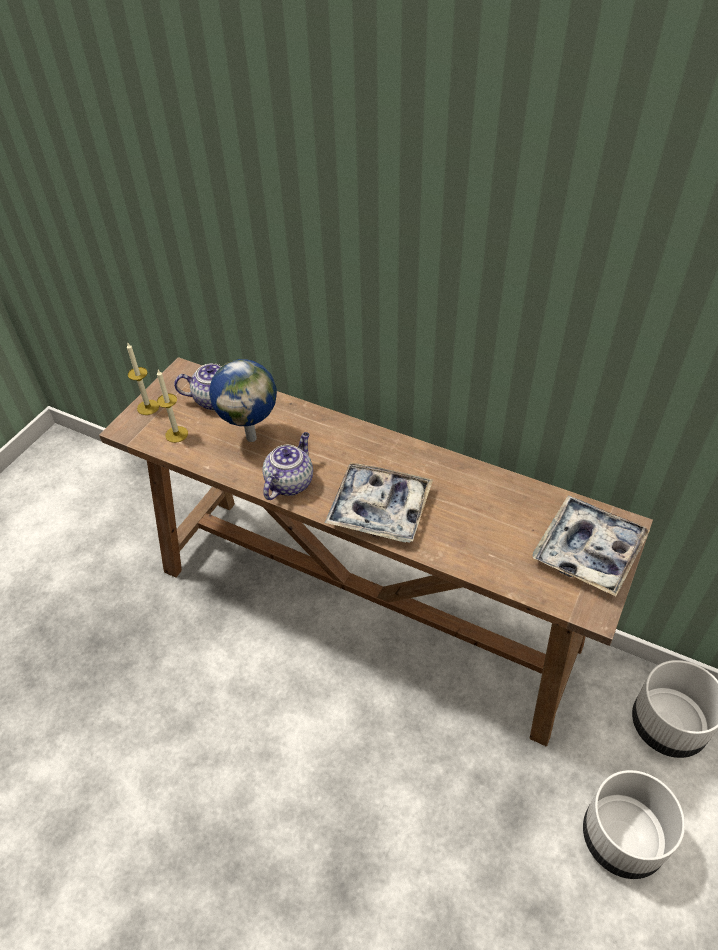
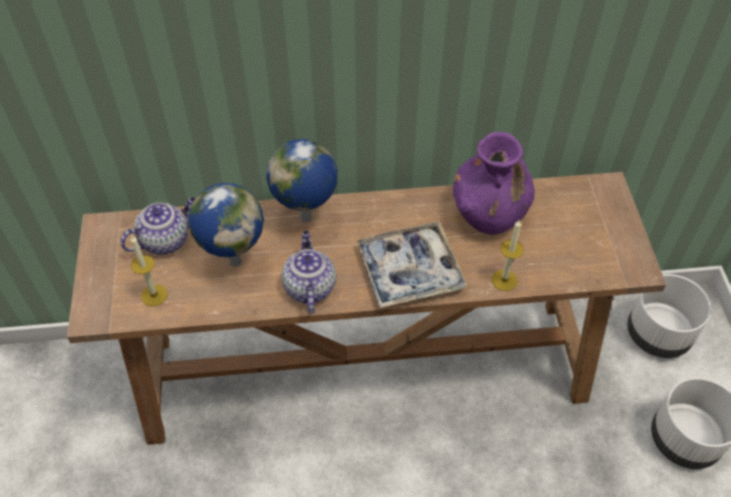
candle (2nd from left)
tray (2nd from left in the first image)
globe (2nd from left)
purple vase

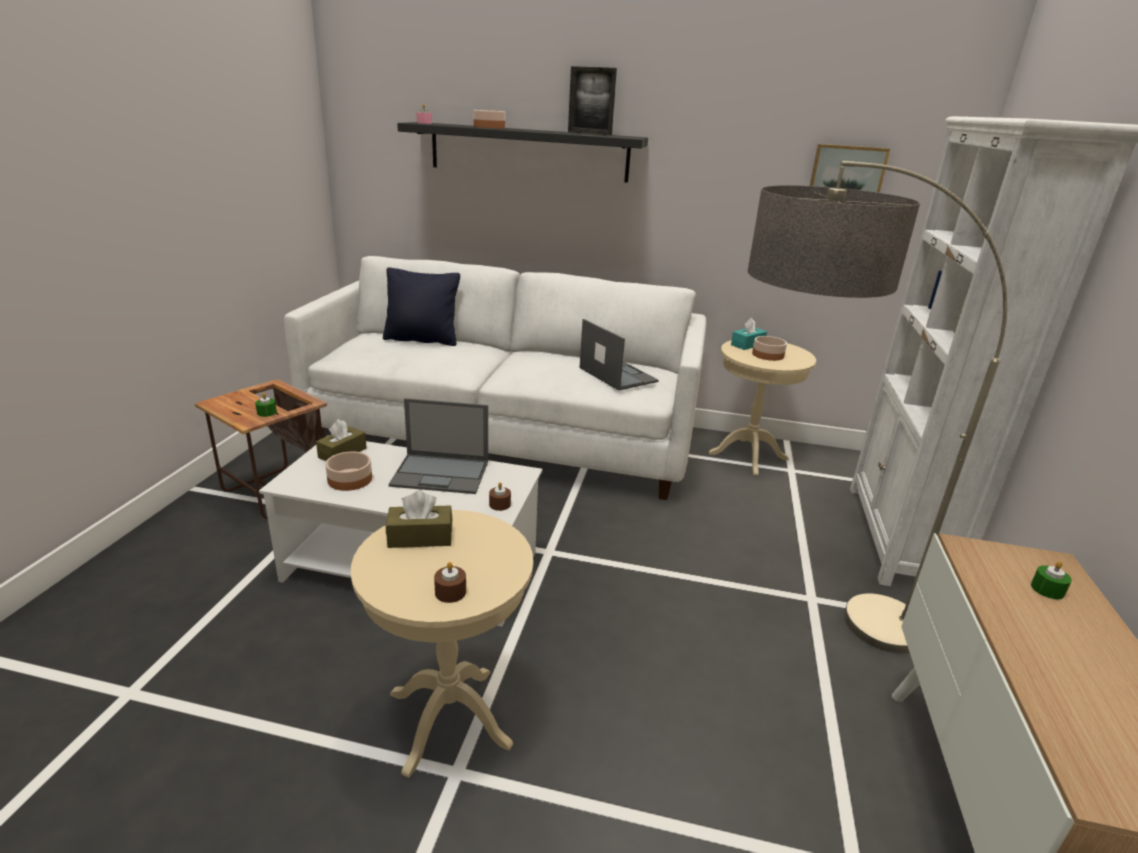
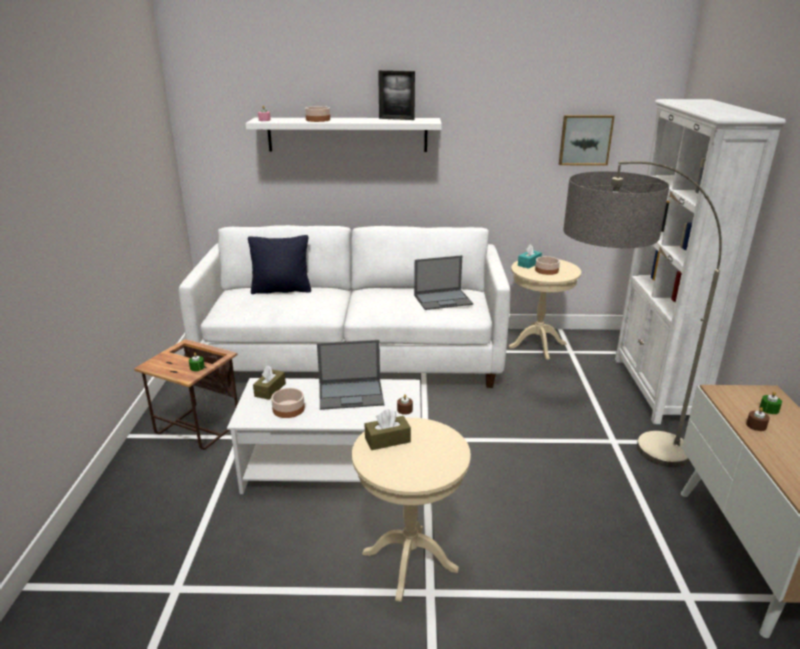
white shelf
brown candle (2nd from left)
laptop (2nd from left)

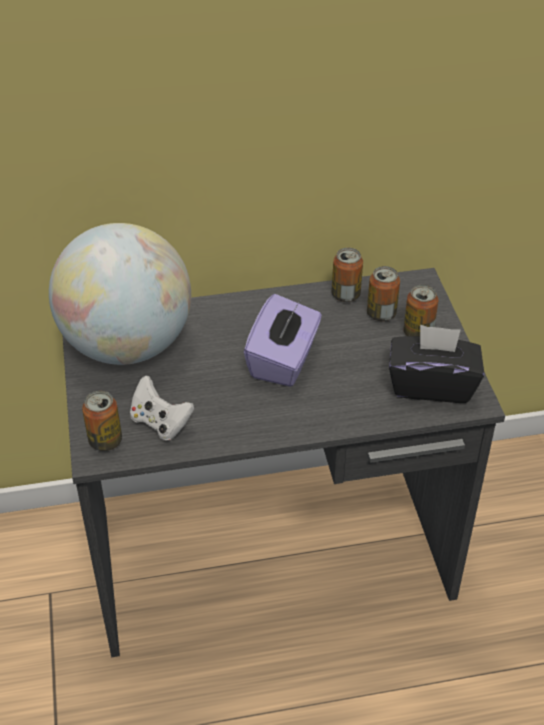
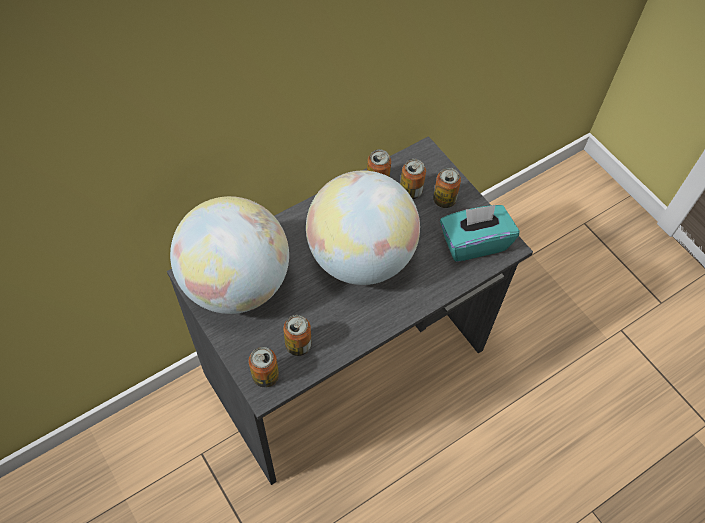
can (2nd from left)
globe (2nd from left)
turquoise tissue box

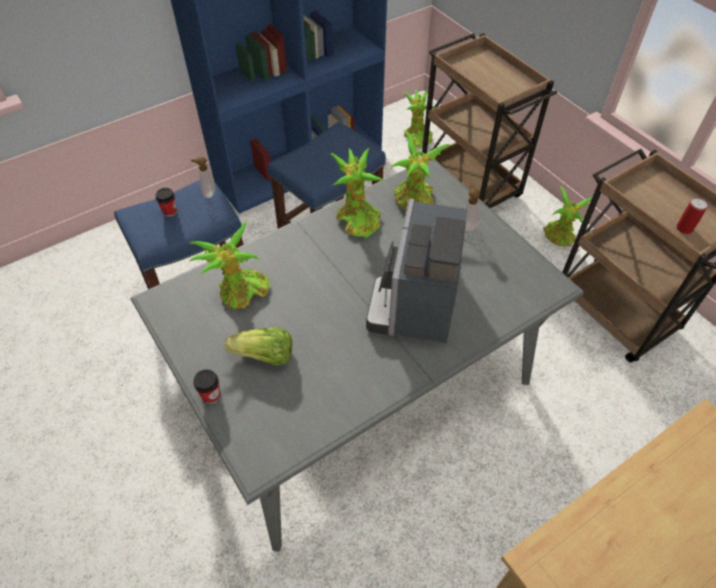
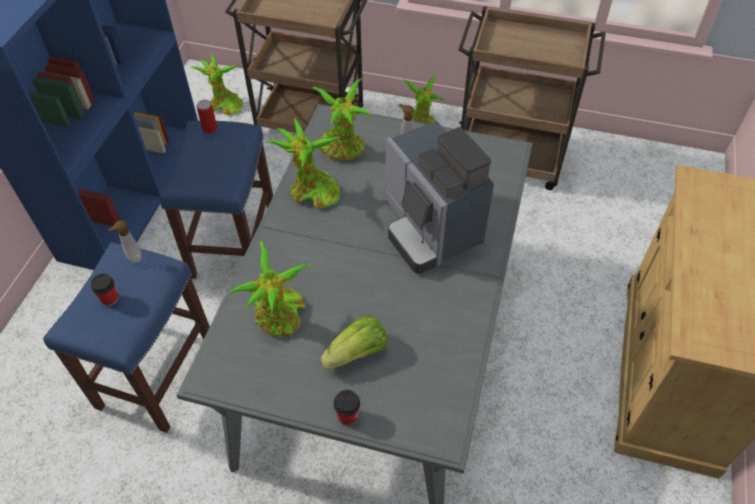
can

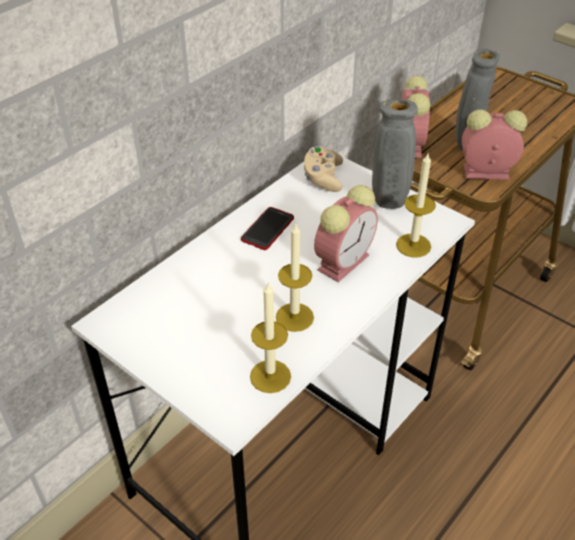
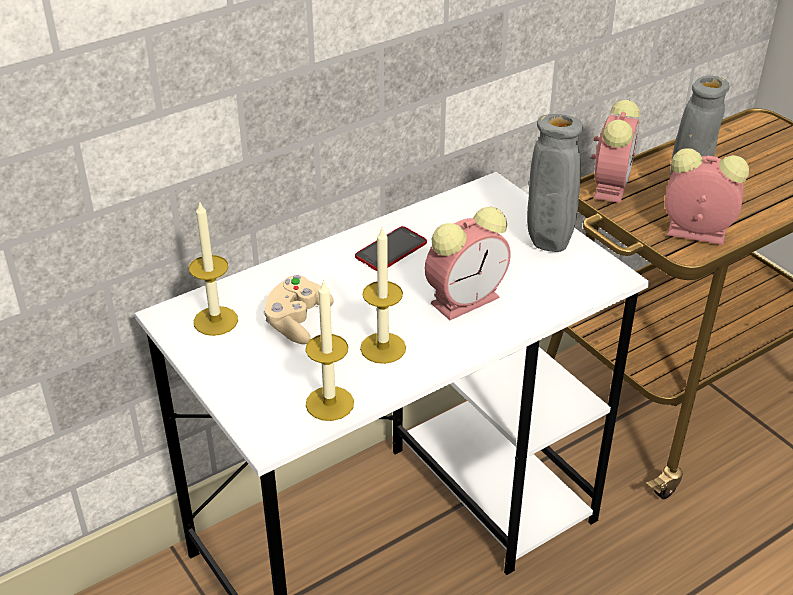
beige game controller
candle (1st from left)

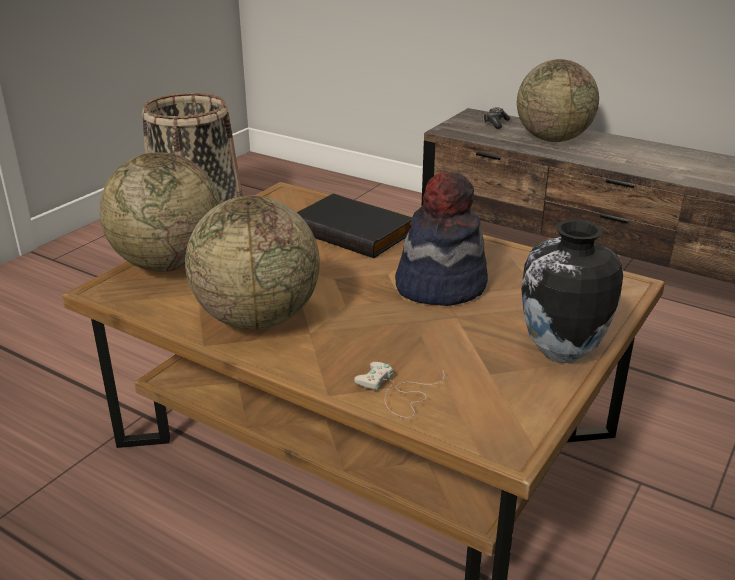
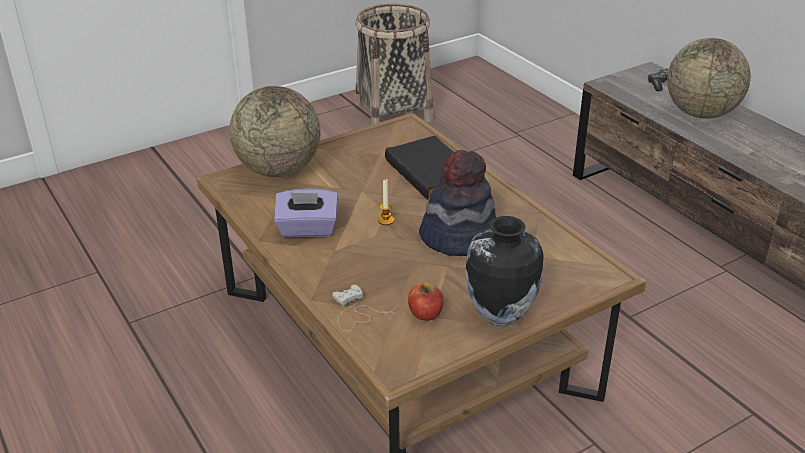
purple tissue box
candle
apple

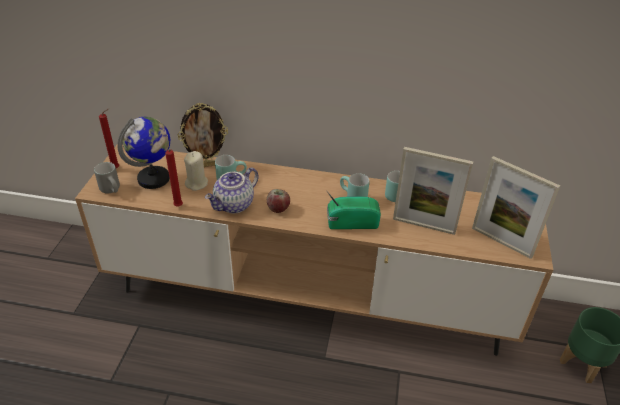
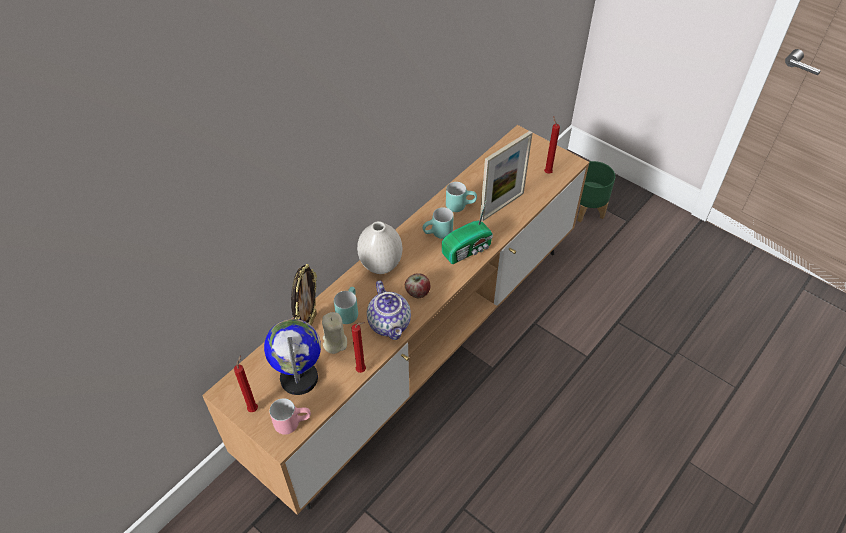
pink mug
radio
red candle (3rd from left)
white vase

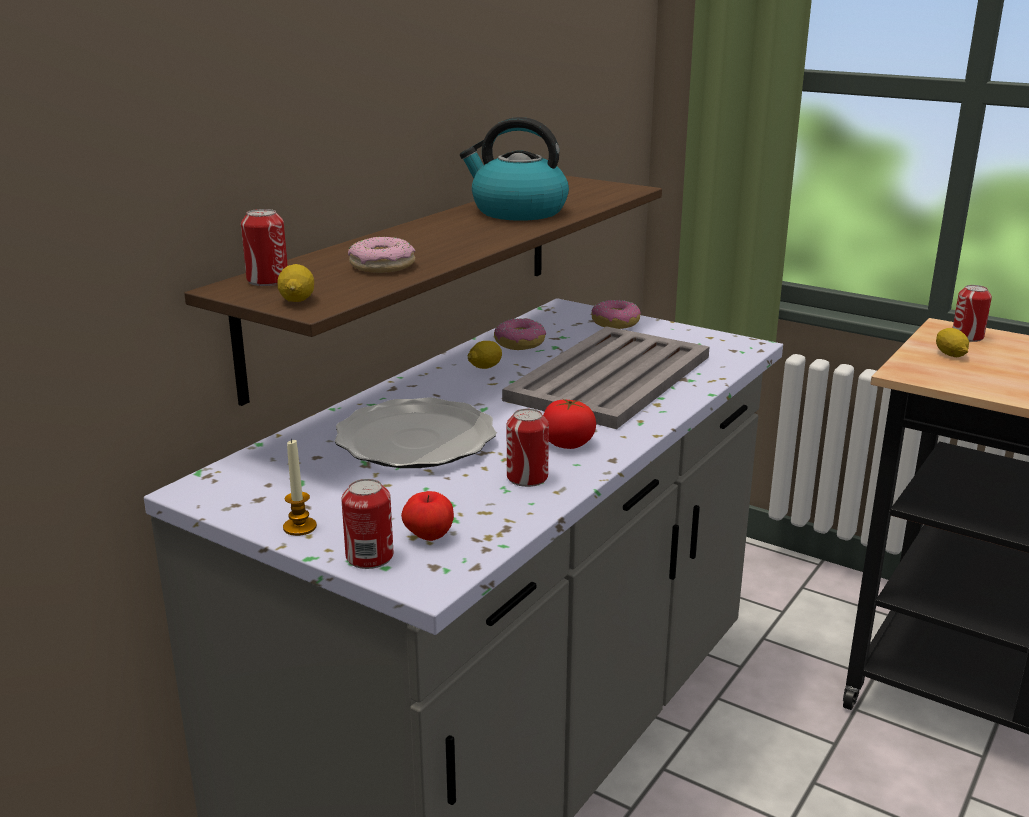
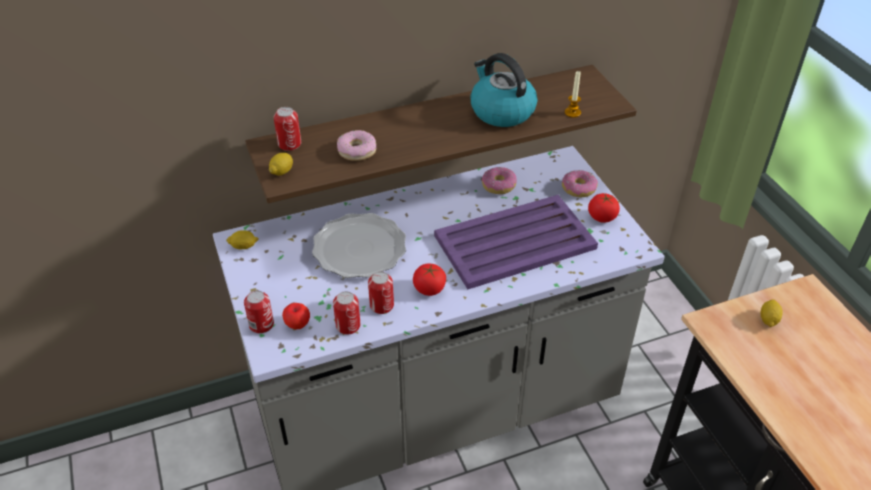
candle
lemon (1st from left)
purple tray
can (3rd from left)
tomato (2nd from left)

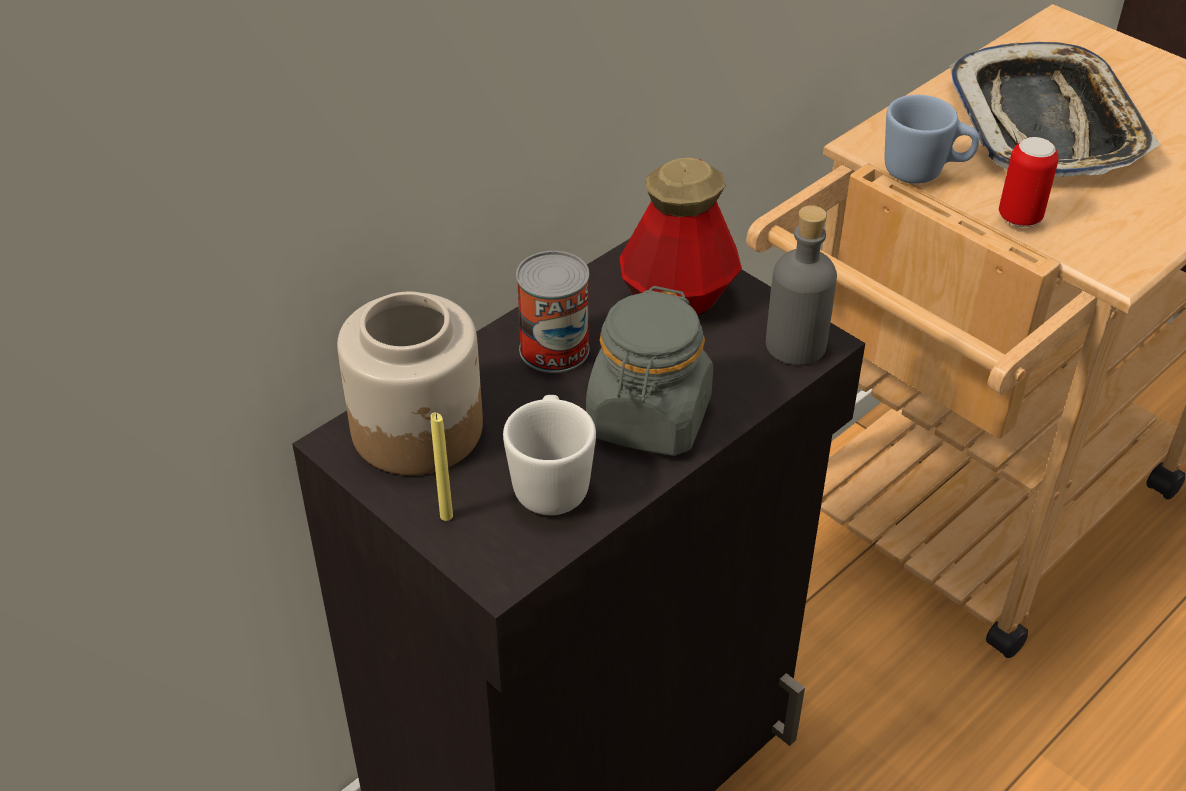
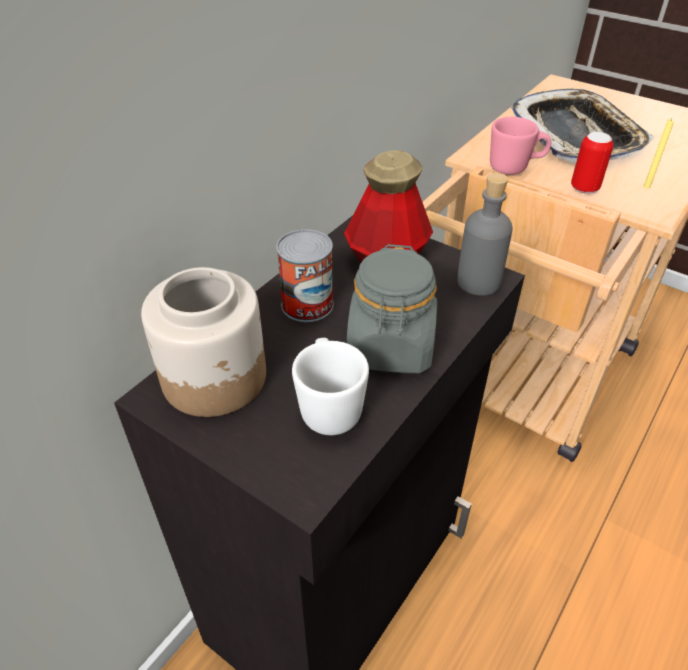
yellow candle
pink mug

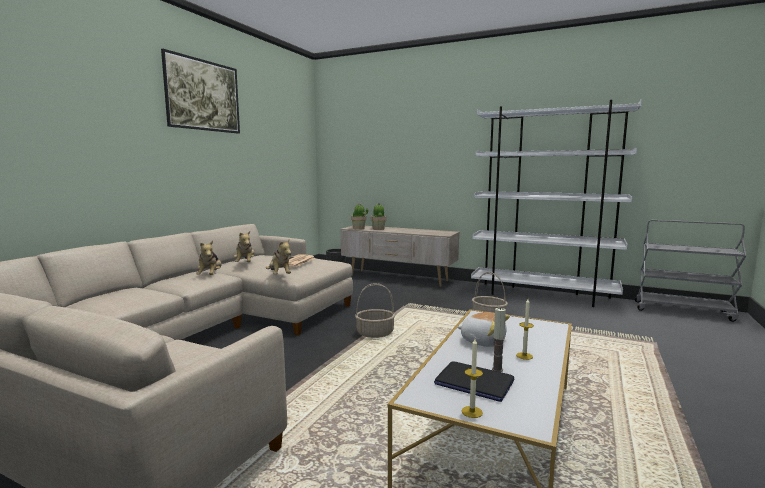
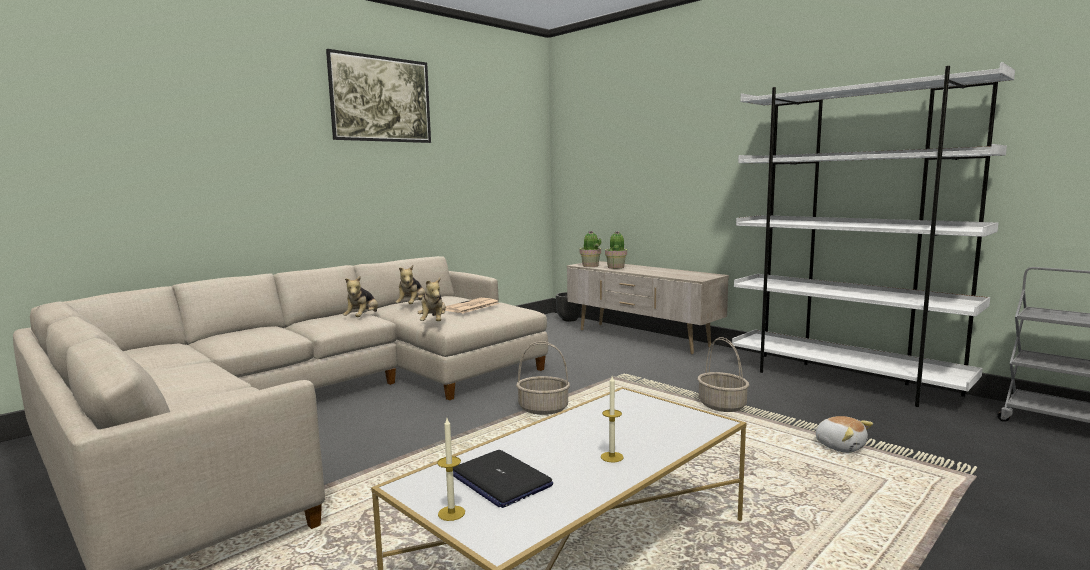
plush toy (4th from left)
candle (2nd from left in the first image)

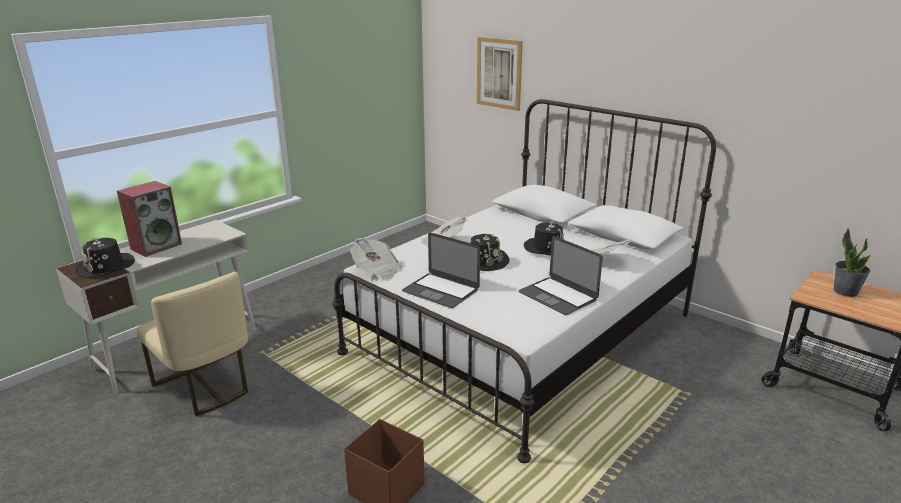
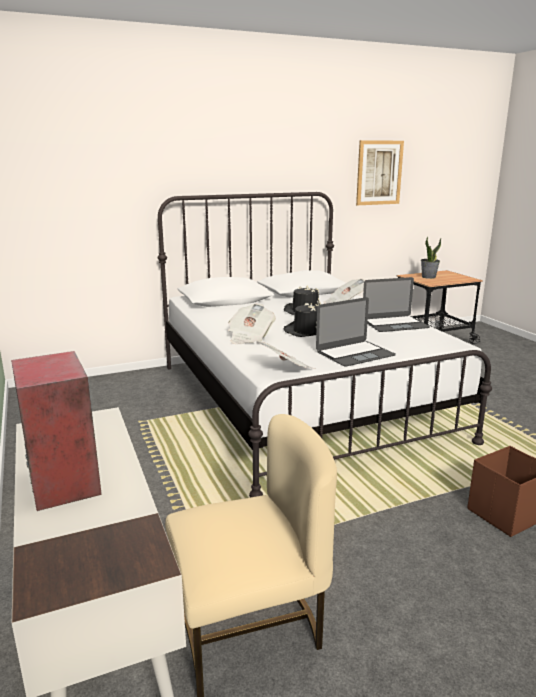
black hat (1st from left in the first image)
picture

